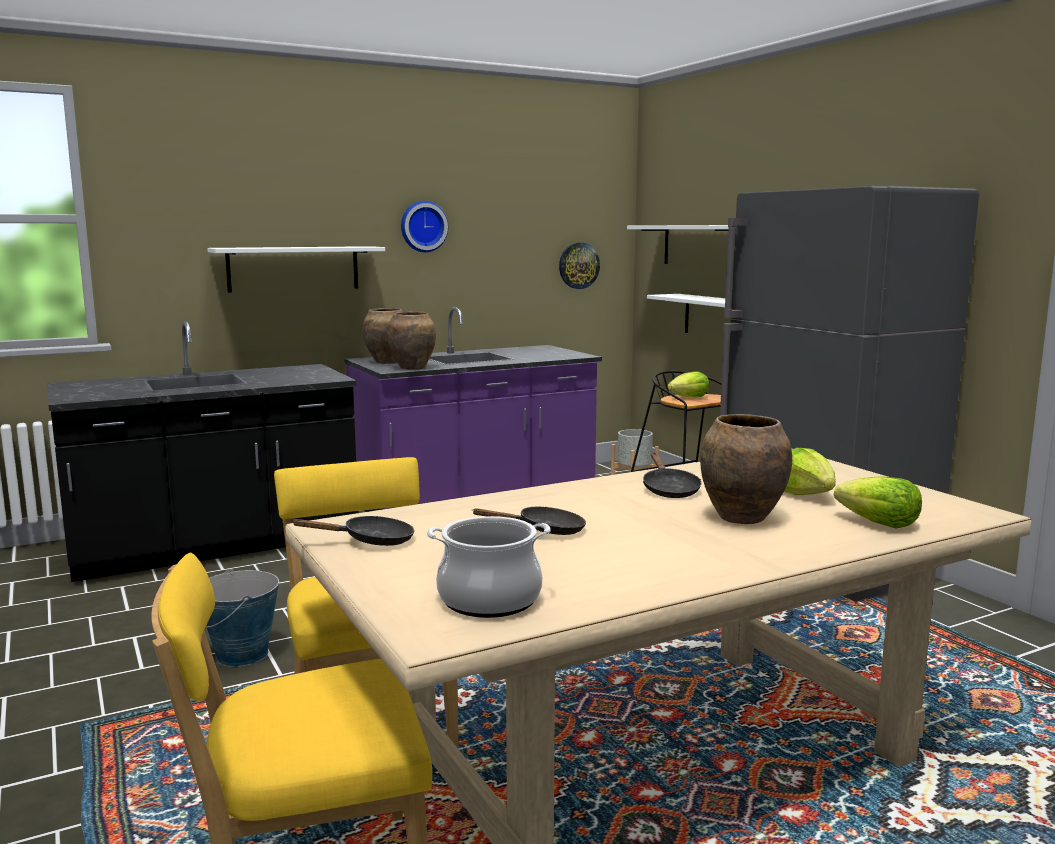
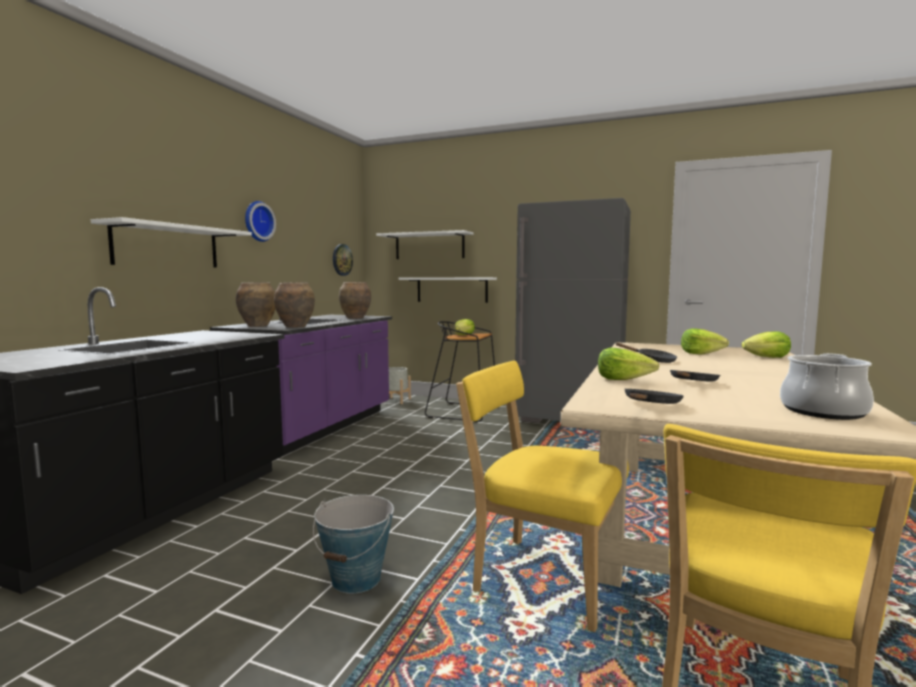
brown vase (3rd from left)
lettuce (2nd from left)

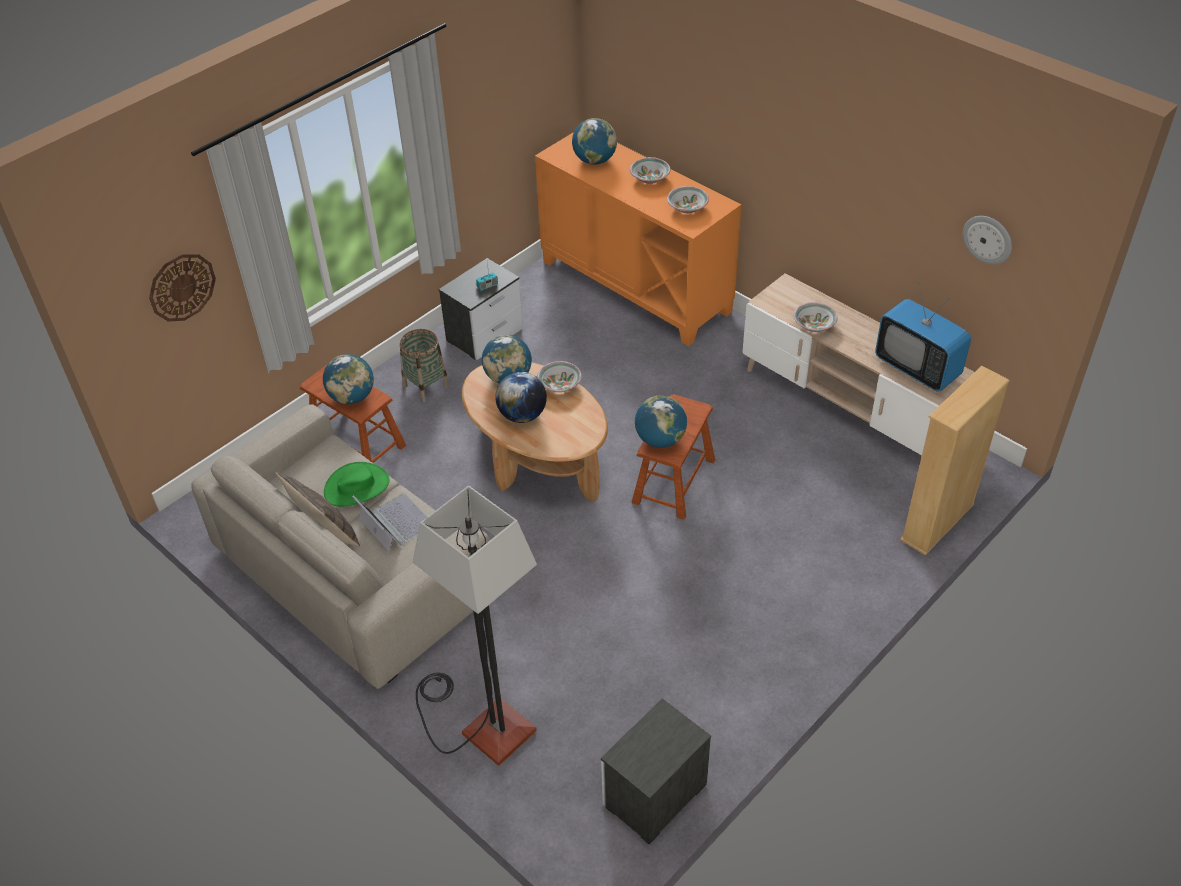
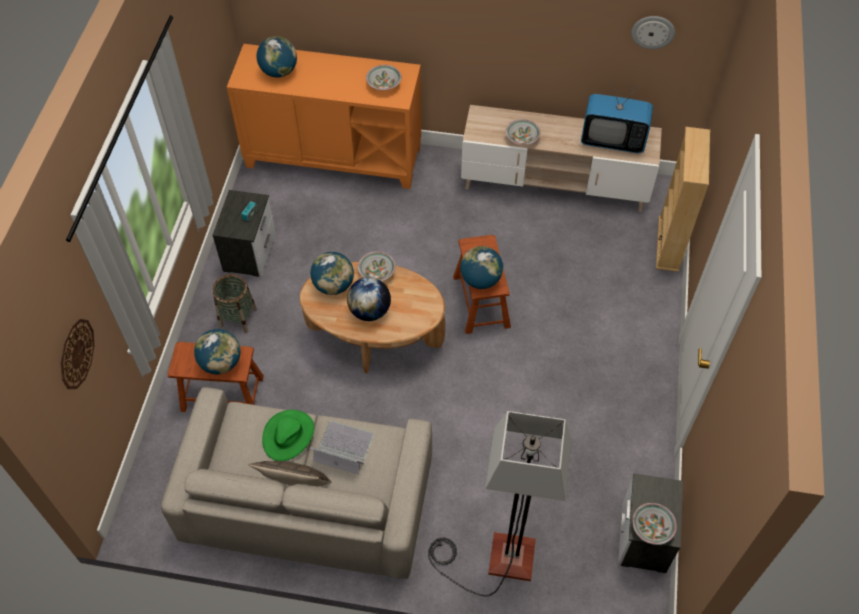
bowl (4th from left)

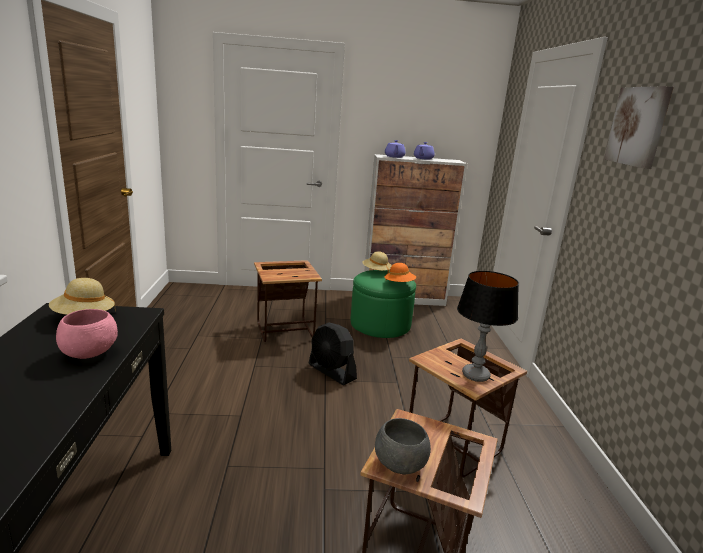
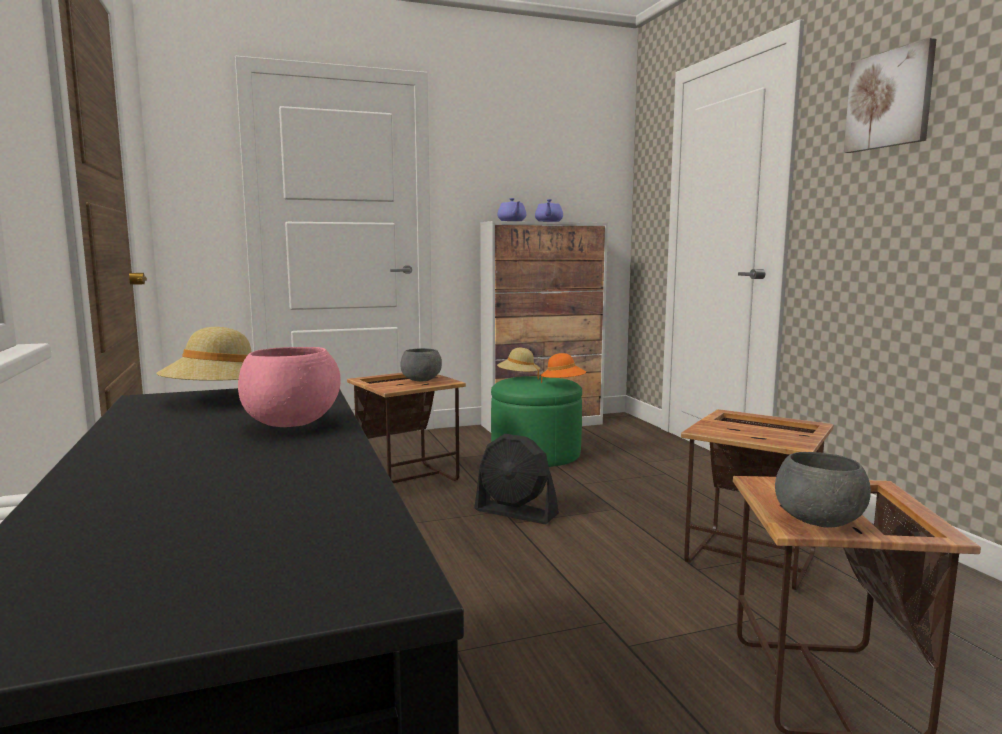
table lamp
grey bowl (1st from left)

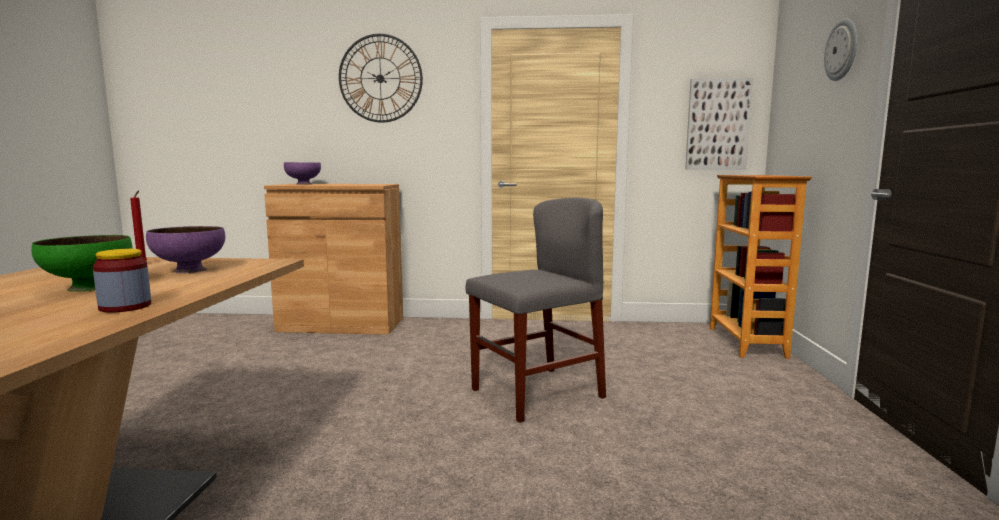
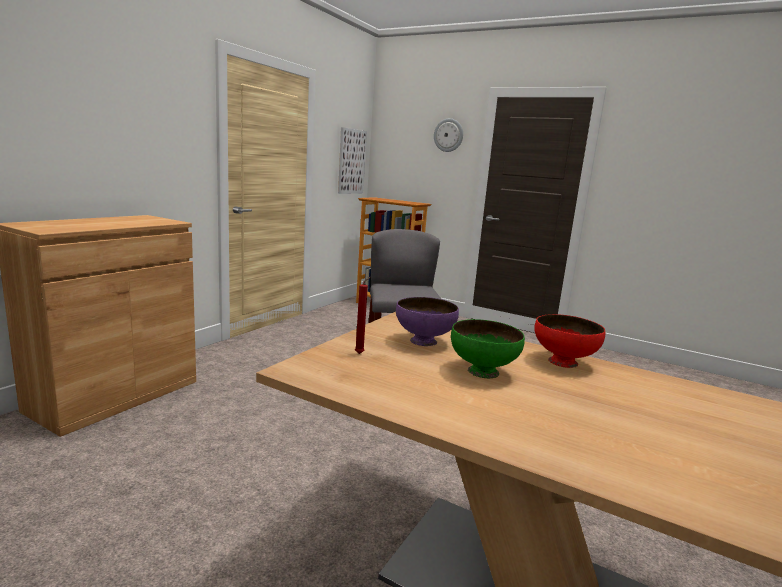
red bowl
purple bowl (2nd from left in the first image)
wall clock (1st from left in the first image)

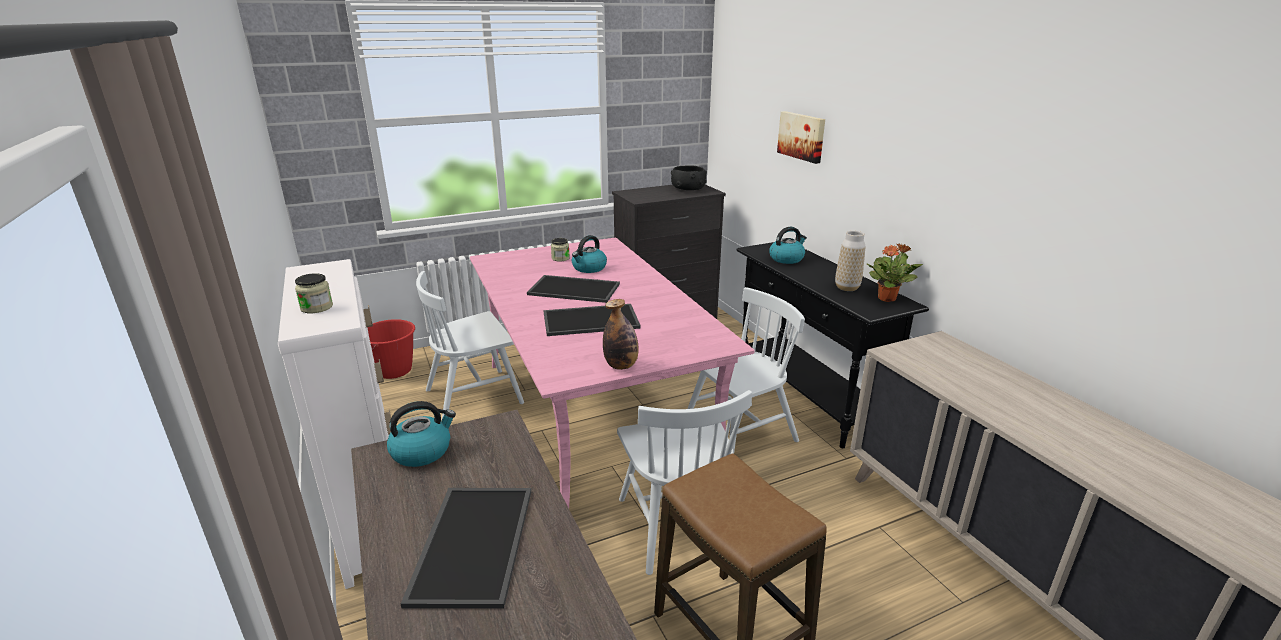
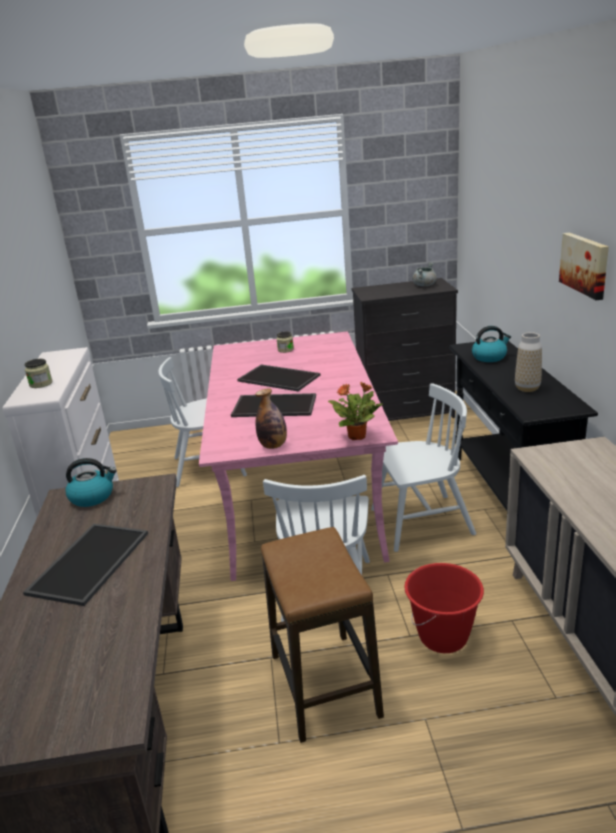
red bucket
kettle (2nd from left in the first image)
grey cooking pot
picture
potted plant

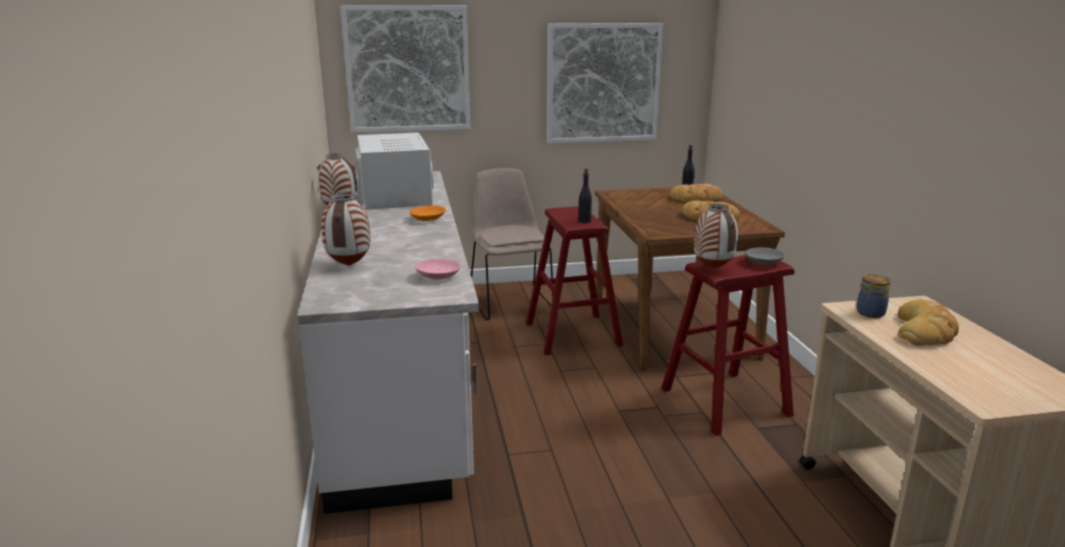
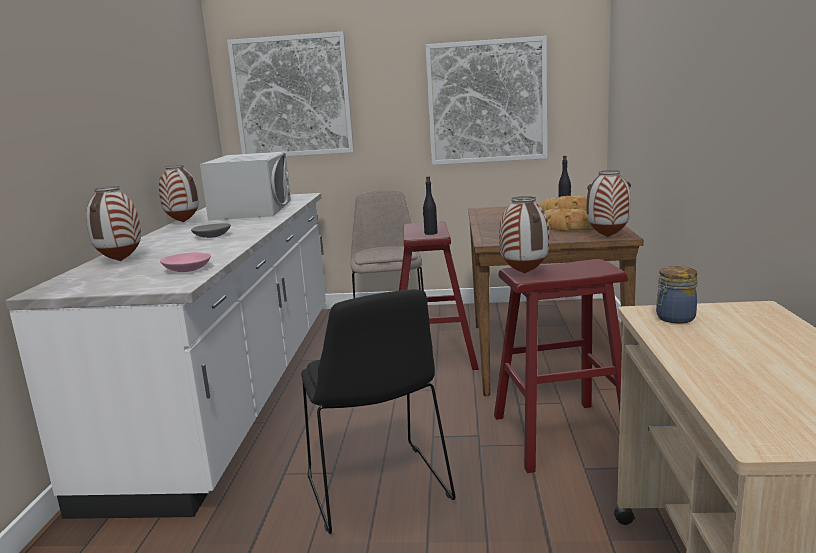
orange bowl
grey bowl
bread (3rd from left in the first image)
black chair
vase (4th from left)

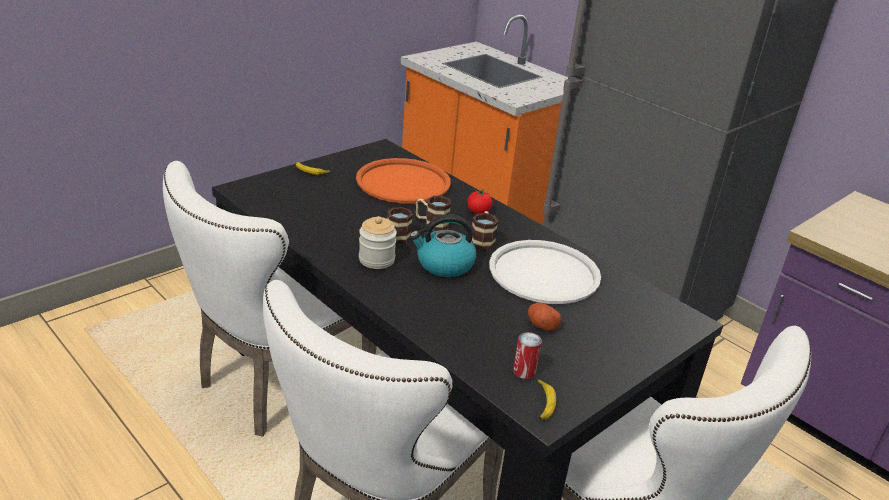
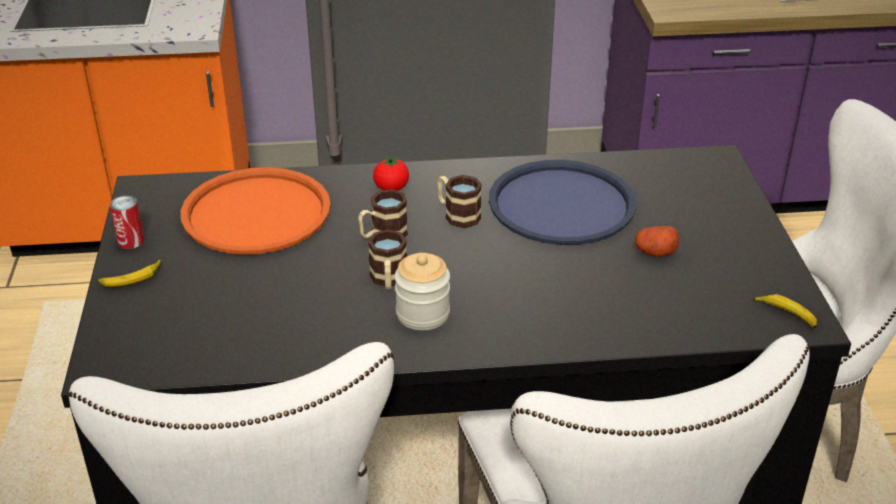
kettle
blue tray
can

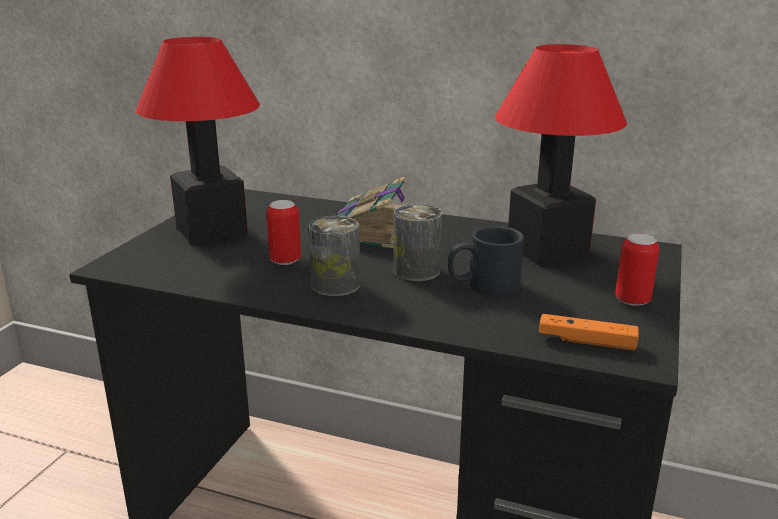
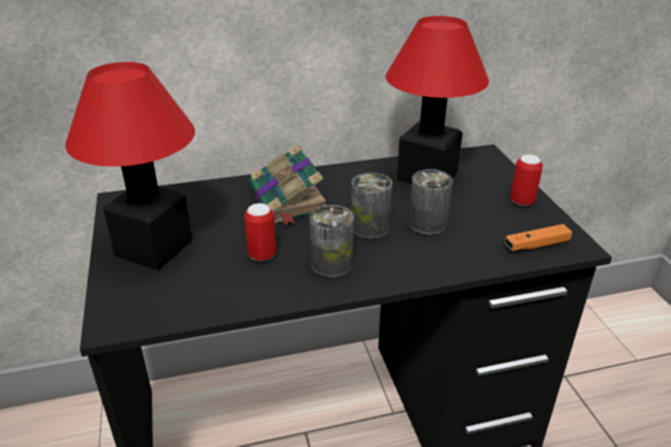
can (4th from left)

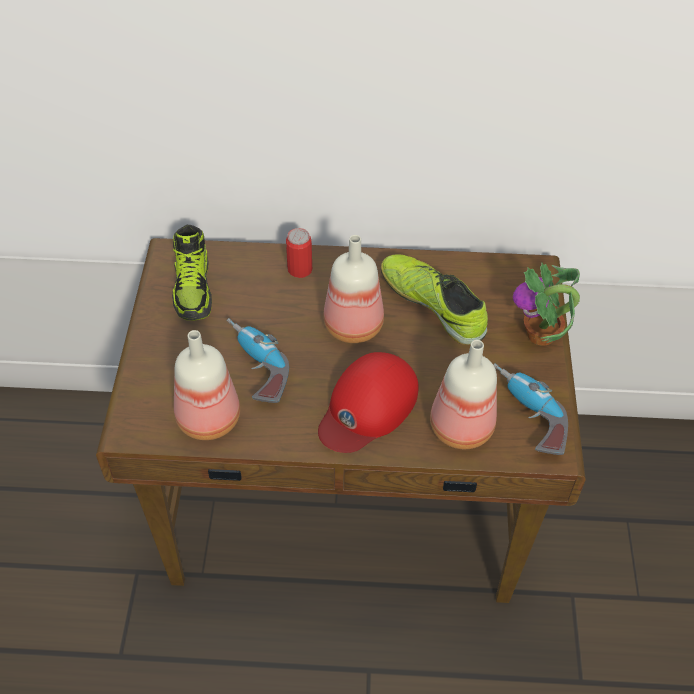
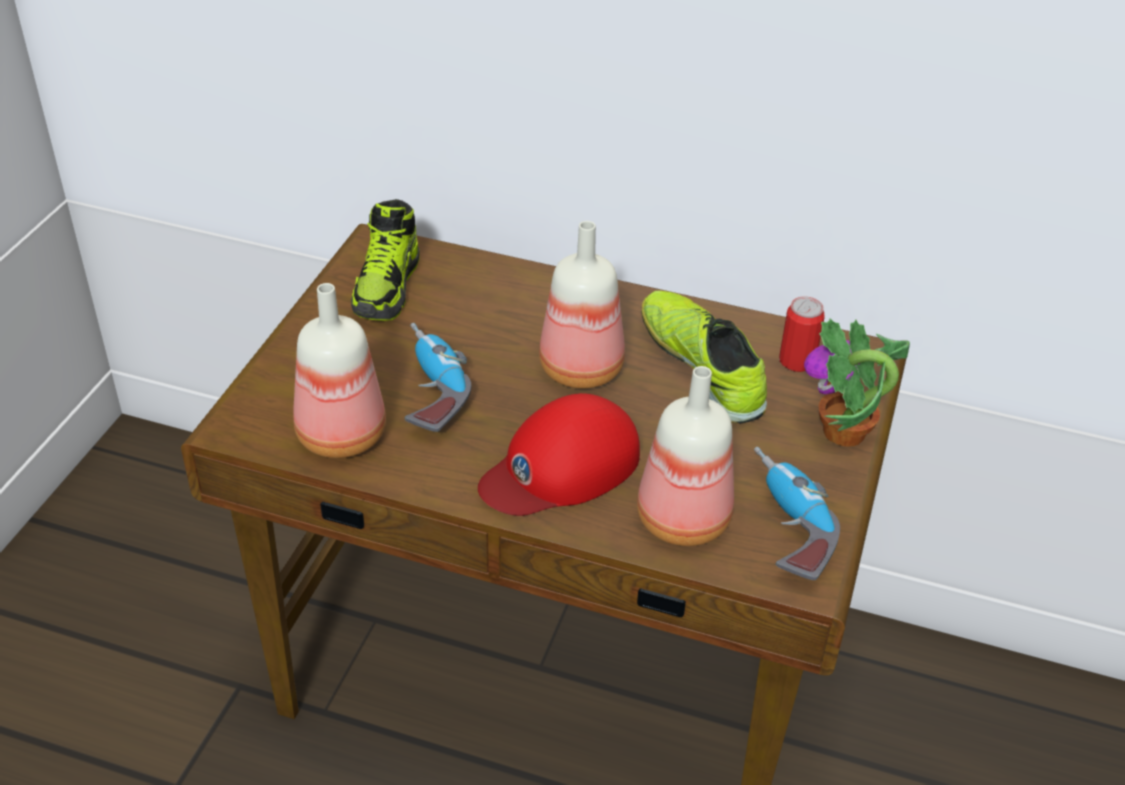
can

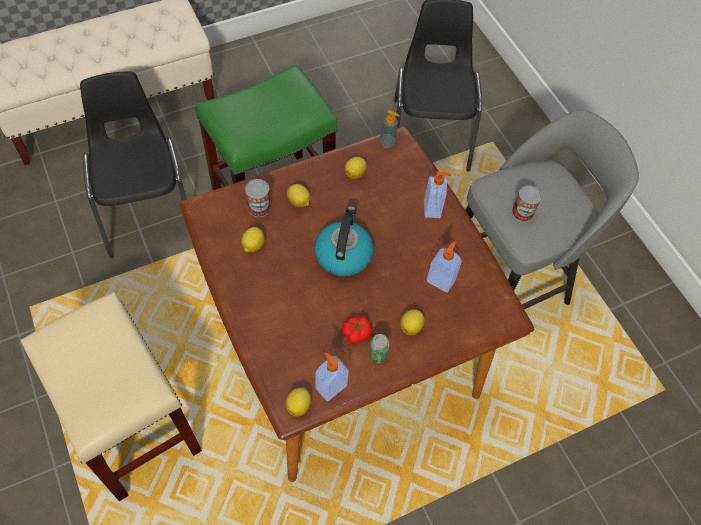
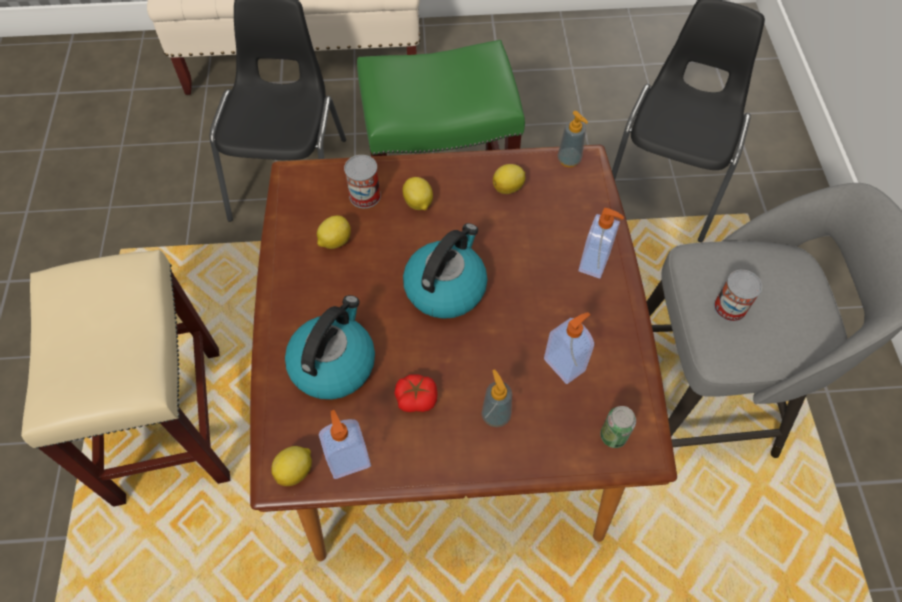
can (2nd from left)
soap dispenser (2nd from left)
kettle (1st from left)

